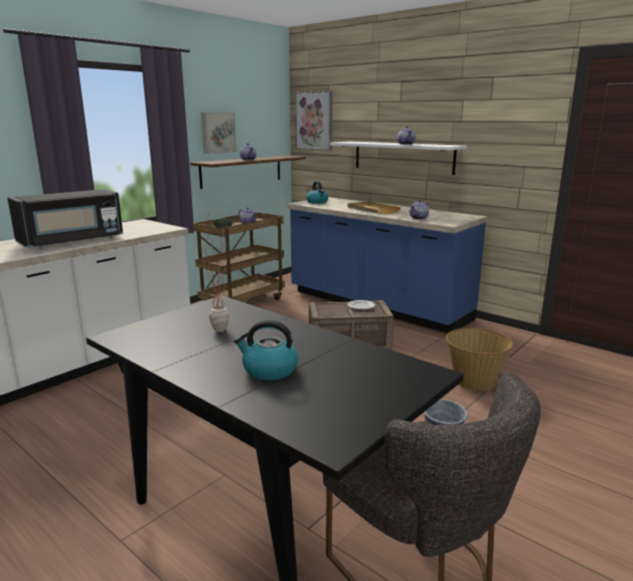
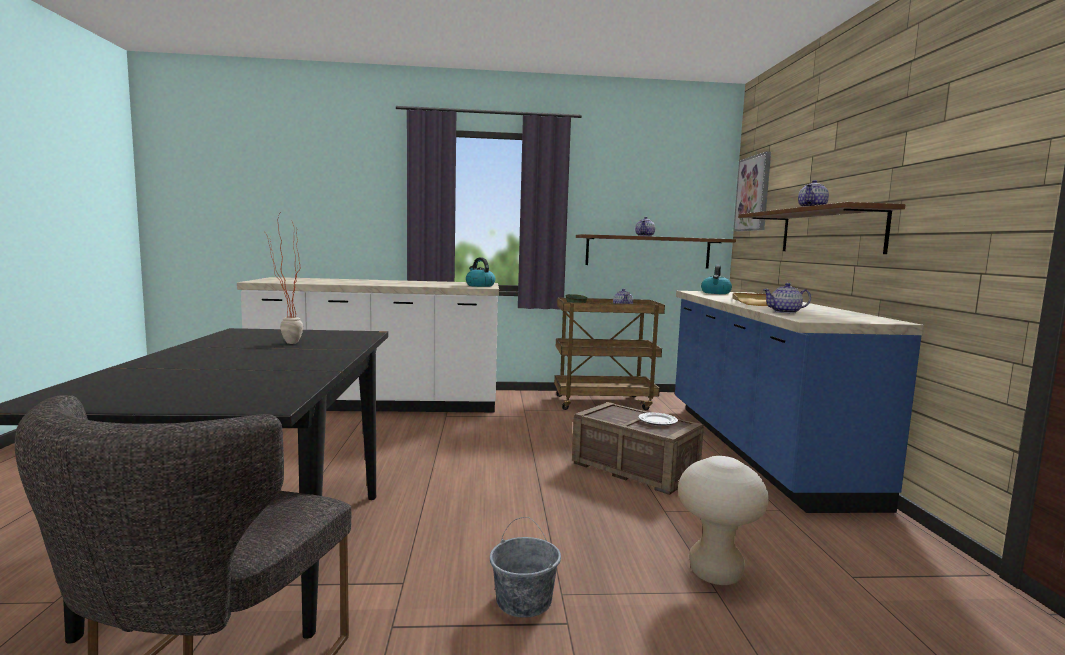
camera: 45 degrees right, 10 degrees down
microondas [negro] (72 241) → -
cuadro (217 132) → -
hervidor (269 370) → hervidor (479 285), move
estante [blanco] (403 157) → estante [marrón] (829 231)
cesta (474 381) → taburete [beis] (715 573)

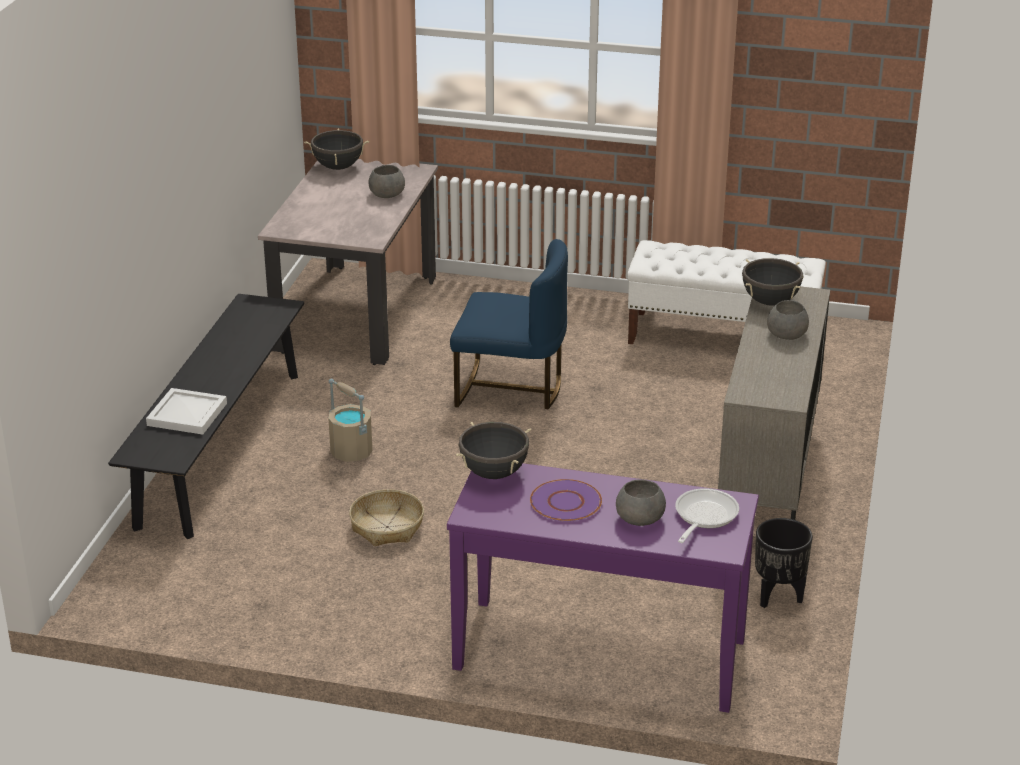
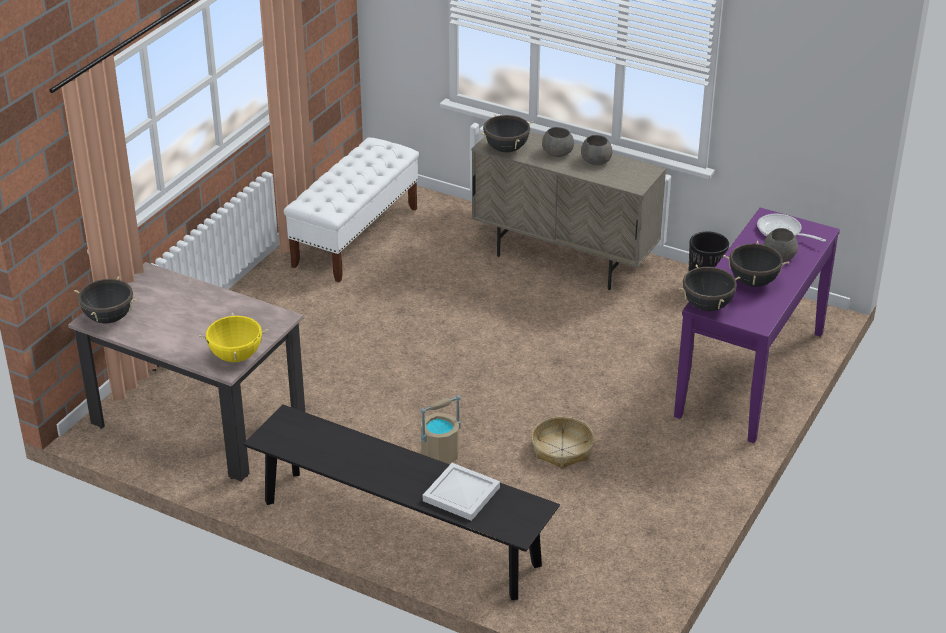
camera: 75 degrees left, 5 degrees up
cuenco [gris] (386 194) → cuenco [gris] (596 161), move
silla [azul] (510 388) → -
plato [morado] (566 502) → olla [negro] (753 282)
- → olla [amarillo] (236 356)

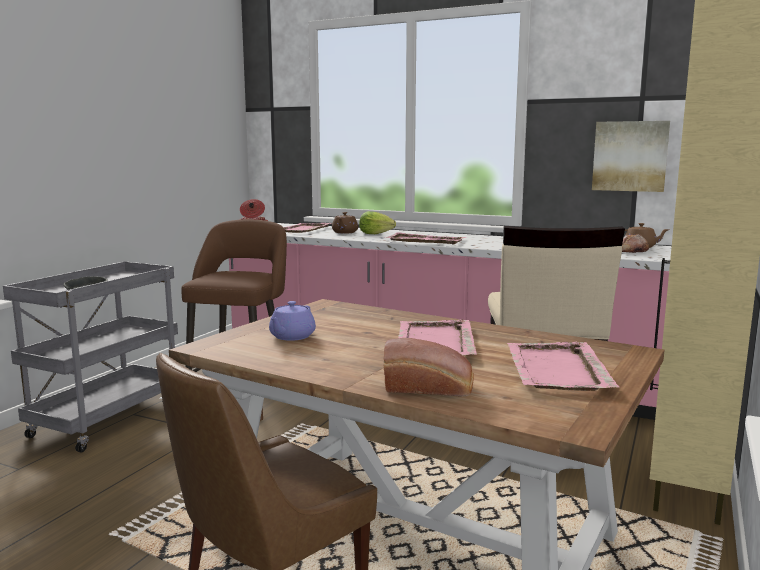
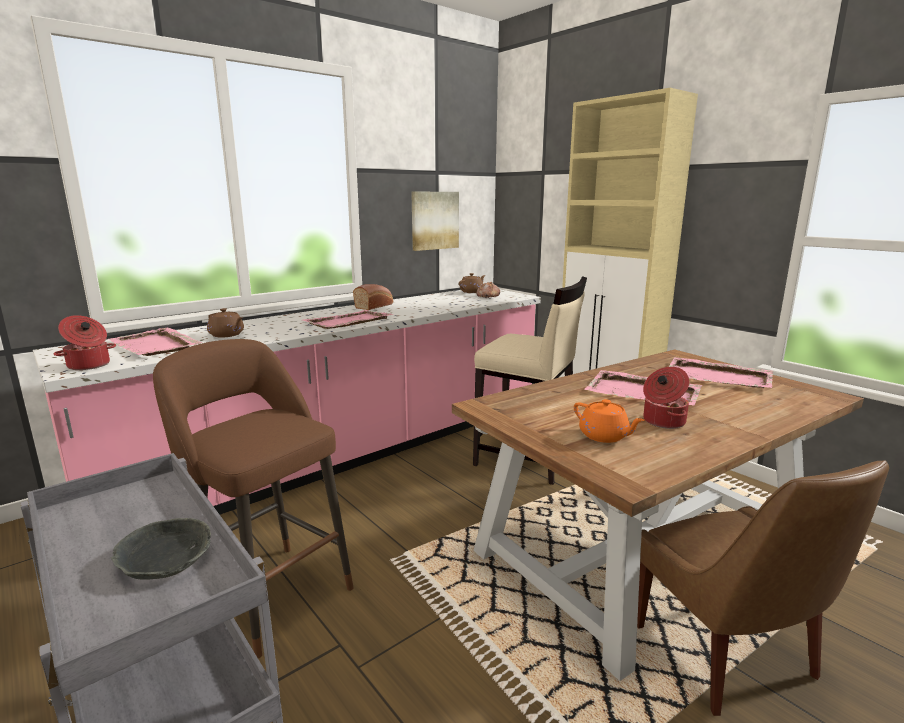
camera: 65 degrees left, 5 degrees up
tetera [morado] (291 337) → tetera [naranja] (604 436)
lechuga (375 234) → -
pan (430 388) → pan (375 306), move
- → olla (662 421)

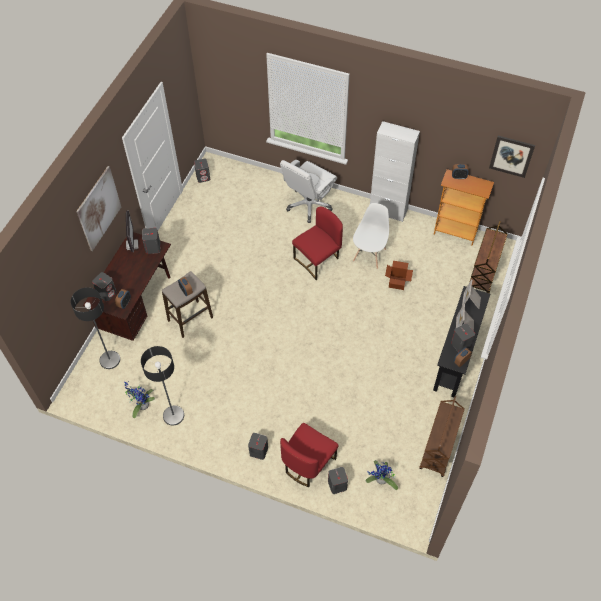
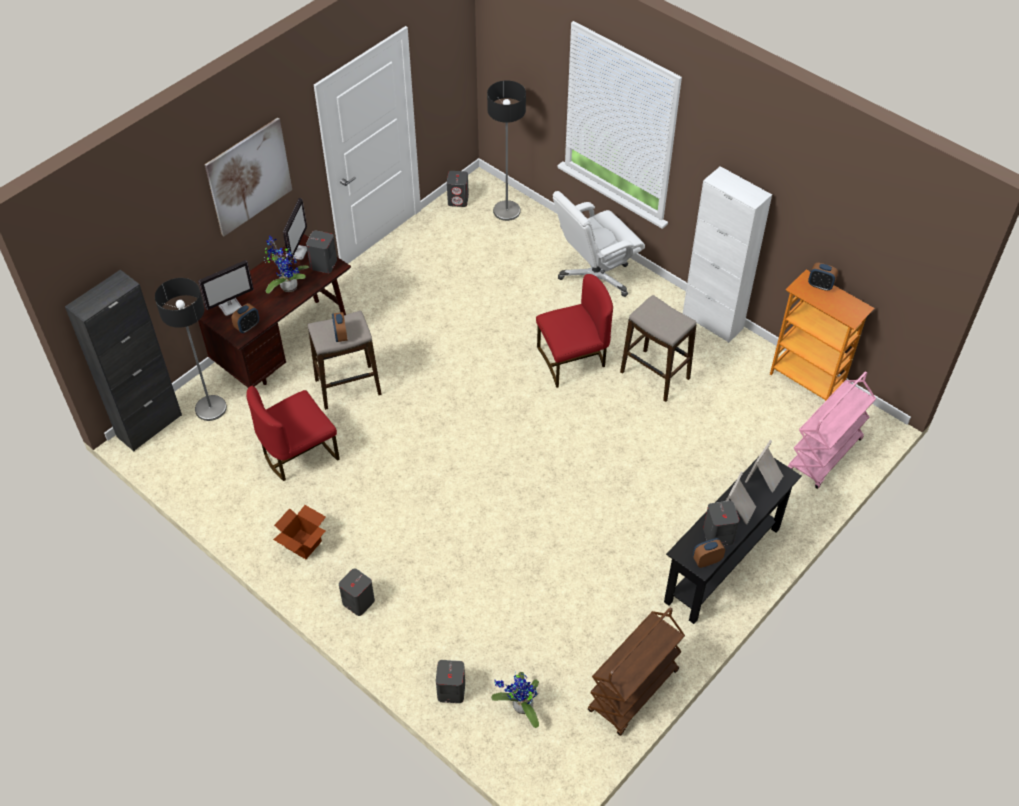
camera: 20 degrees right, 5 degrees down
altavoz [gris] (107 293) → monitor (230 306)
planta en maceta (141 405) → planta en maceta (287 286), move
lámpara de pie (173 415) → lámpara de pie (506 211), move
silla [rojo] (308 464) → silla [rojo] (299 454), move
silla [blanco] (369 255) → taburete (655 375)
caja de cartón (397 283) → caja de cartón (303 544), move
carrito [marrón] (483 274) → carrito [rosa] (825 455)
cuadro (511 156) → -
- → armario [negro] (149 426)

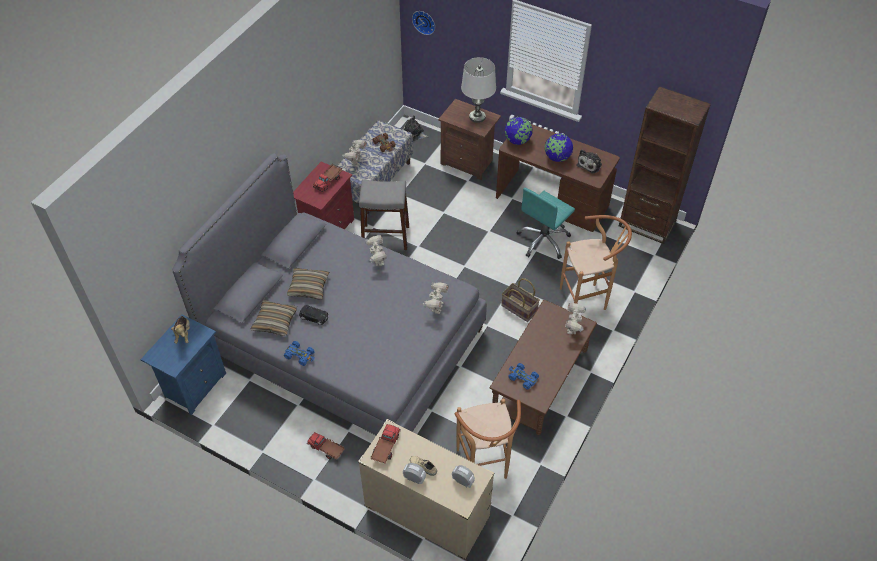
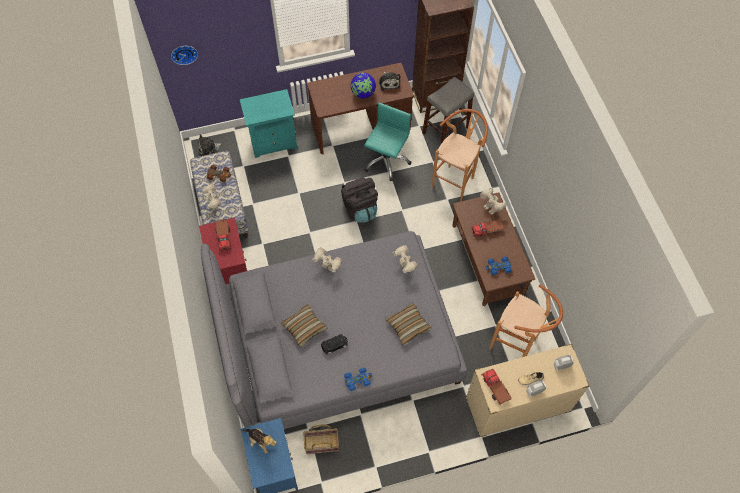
camera: 45 degrees left, 10 degrees up
cojín (275 322) → cojín (408 326), move
camión de juguete (326 449) → camión de juguete (487 230), move
taburete [gris] (385 237) → taburete [gris] (445 130), move
mesita de noche [marrón] (468 162) → mesita de noche [turquesa] (273 141)
lámpara de mesa [blanco] (477 117) → -
cesta (518 309) → cesta (322 444), move
globo terráqueo (517 141) → -
silla de oficina [turquesa] (543 241) → silla de oficina [turquesa] (386 161), 150 degrees counterclockwise
- → mochila [negro] (360 208)

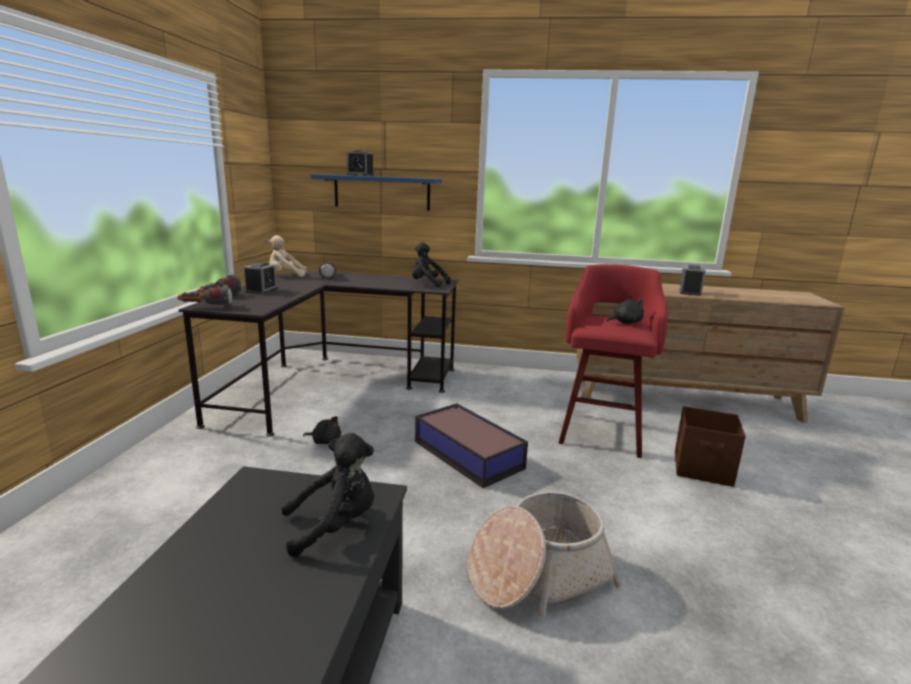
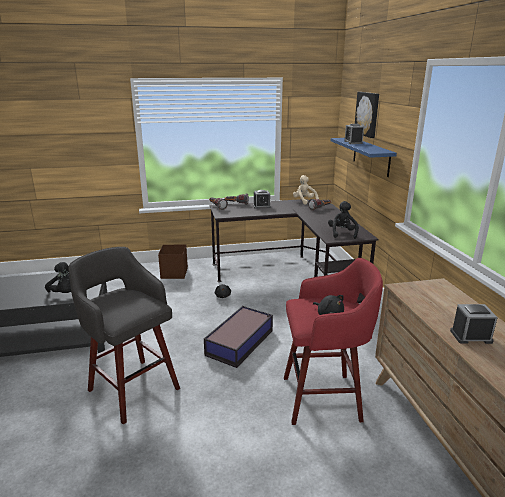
camera: 70 degrees right, 5 degrees up
cesta (537 574) → taburete [gris] (132 387)
caja de almacenaje [marrón] (703 469) → caja de almacenaje [marrón] (174 273), move
- → cuadro (367 114)

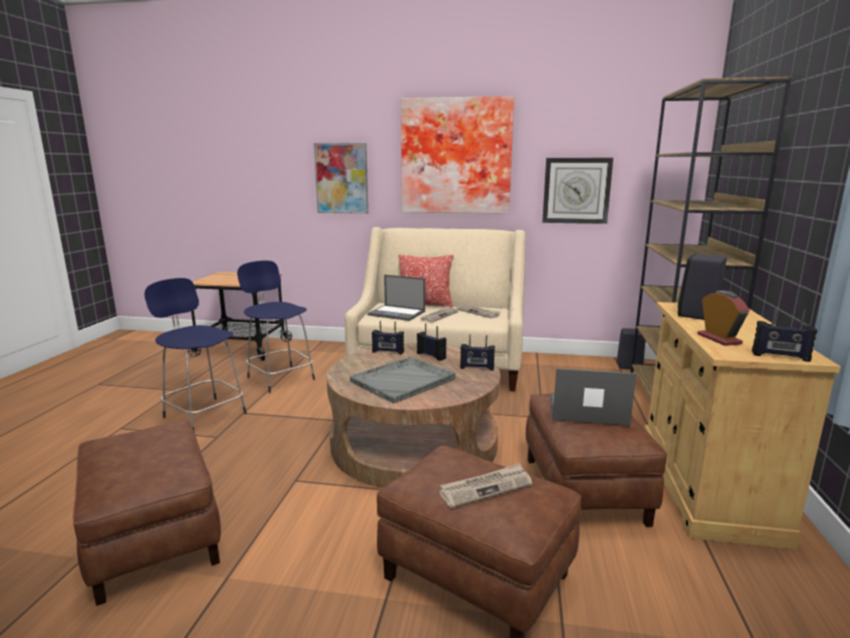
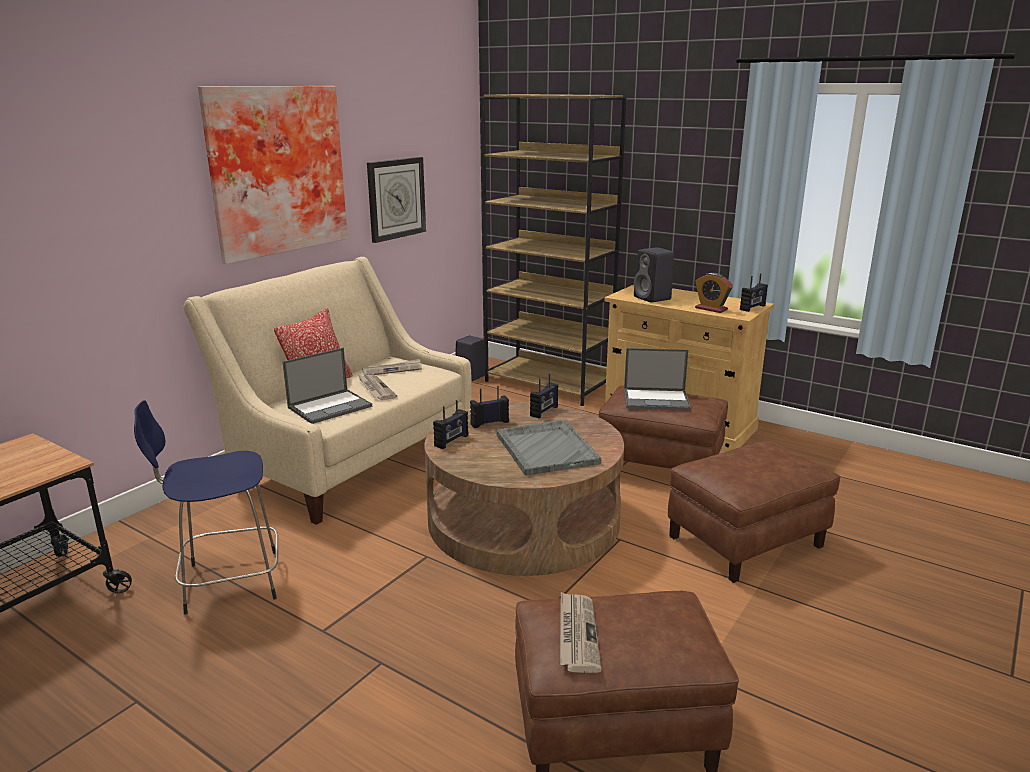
camera: 65 degrees left, 5 degrees up
taburete [azul] (203 414) → -
cuadro (341 178) → -
periódico (486 488) → periódico (577 634), move
portátil (586 410) → portátil (657 400), 120 degrees counterclockwise
despertador (719 339) → despertador (711 309), 150 degrees counterclockwise

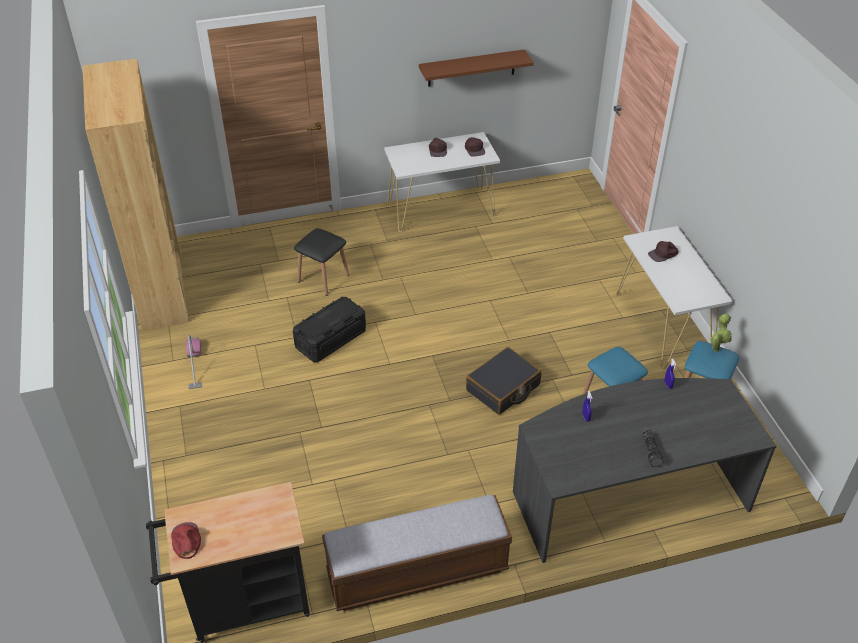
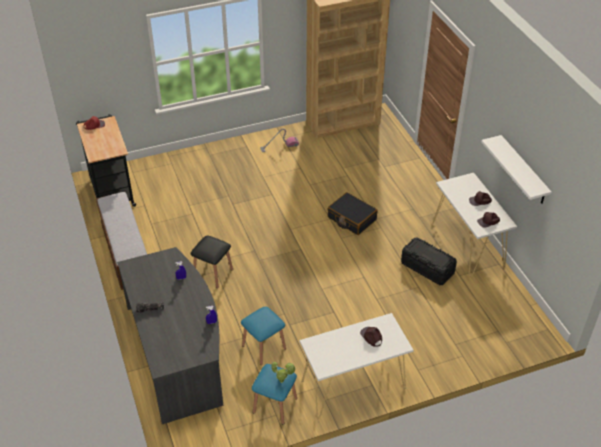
camera: 85 degrees right, 0 degrees up
caja de almacenaje [negro] (330 339) → caja de almacenaje [negro] (427 268), move
taburete [negro] (323 278) → taburete [negro] (213 273), move
estante [marrón] (471 68) → estante [blanco] (523 170)
maleta [negro] (503 388) → maleta [negro] (351 219), move

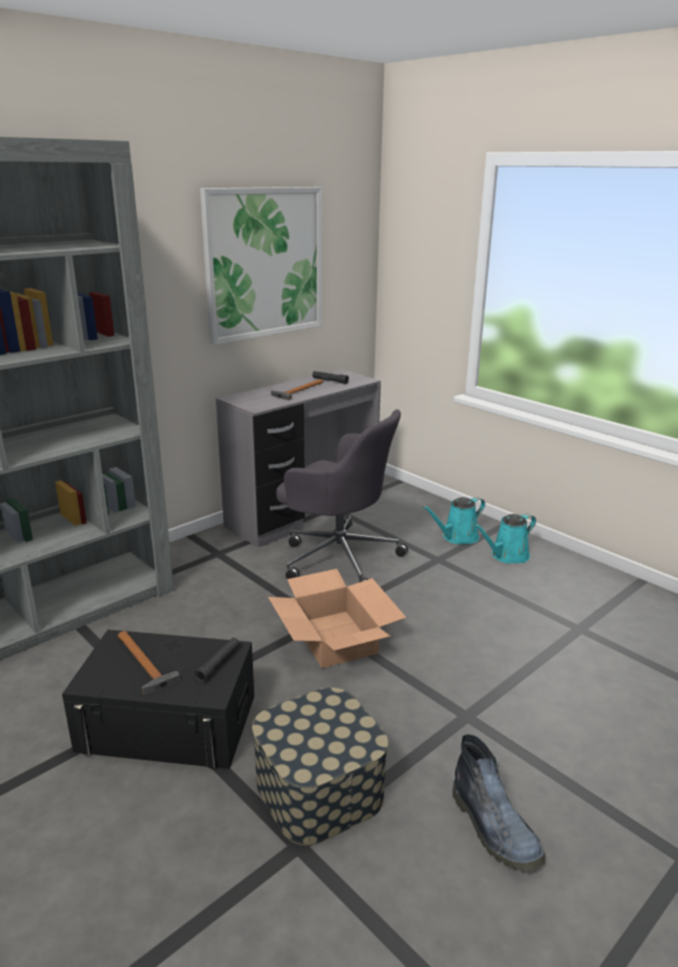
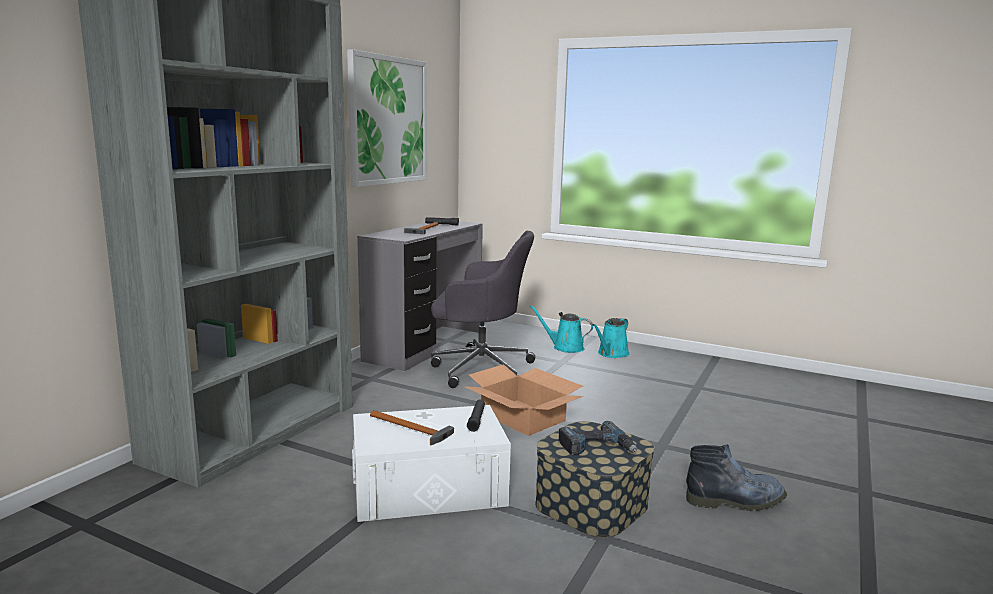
camera: 20 degrees left, 10 degrees down
caja de almacenaje [negro] (168 723) → caja de almacenaje [blanco] (428 488)
regadera [turquesa] (457 537) → regadera [turquesa] (565 347), 75 degrees clockwise
bota (495 829) → bota (736 500), 45 degrees counterclockwise
- → taladro (597 447)

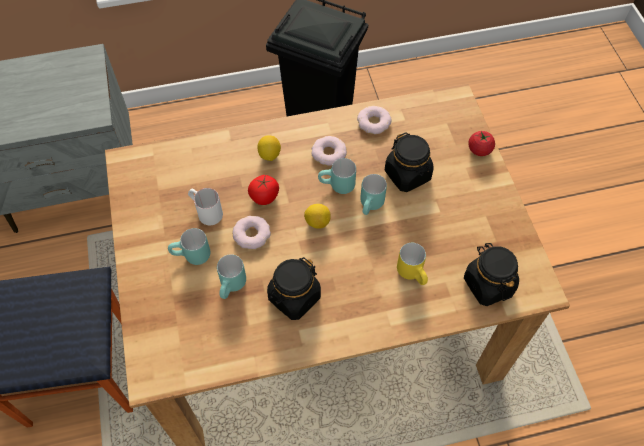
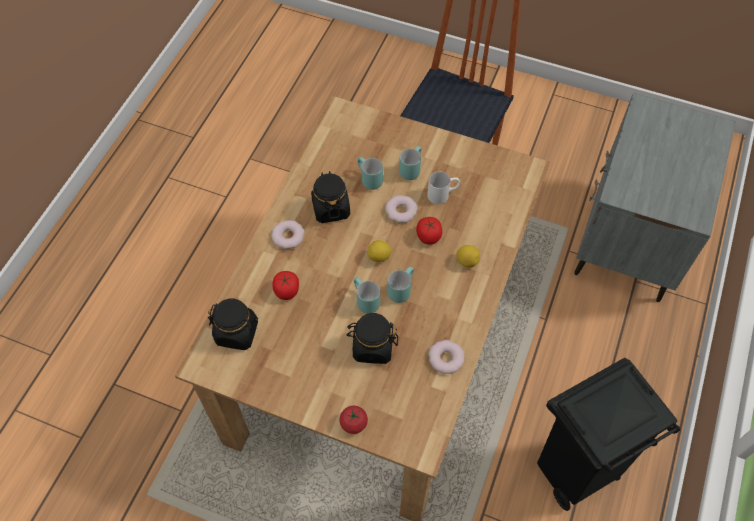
camera: 125 degrees right, 0 degrees up
rosquilla (328 153) → rosquilla (288 236), move
taza grande [amarillo] (414 273) → tomate (287 291)

